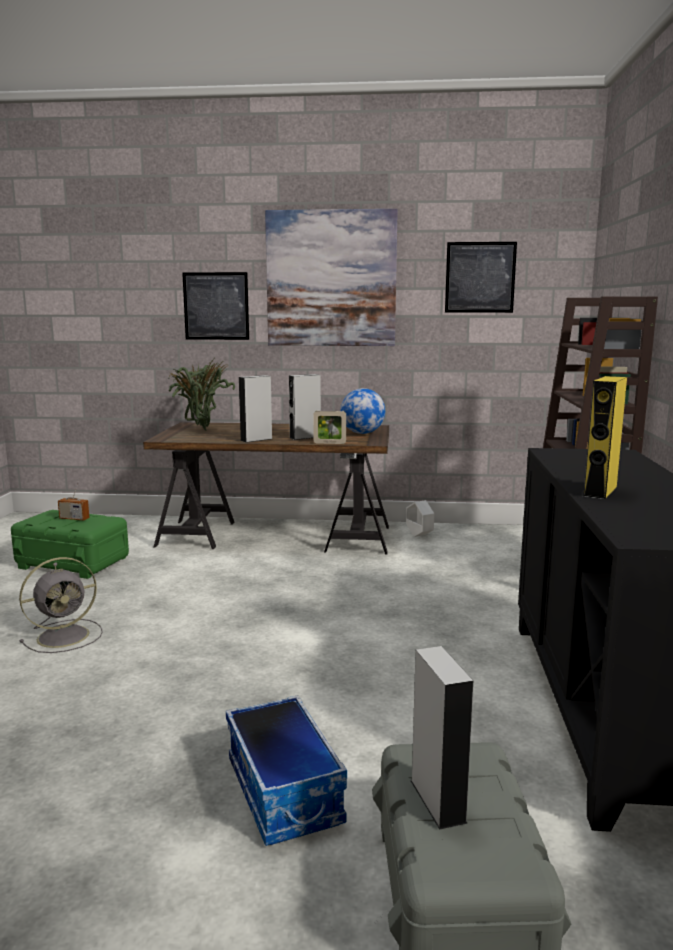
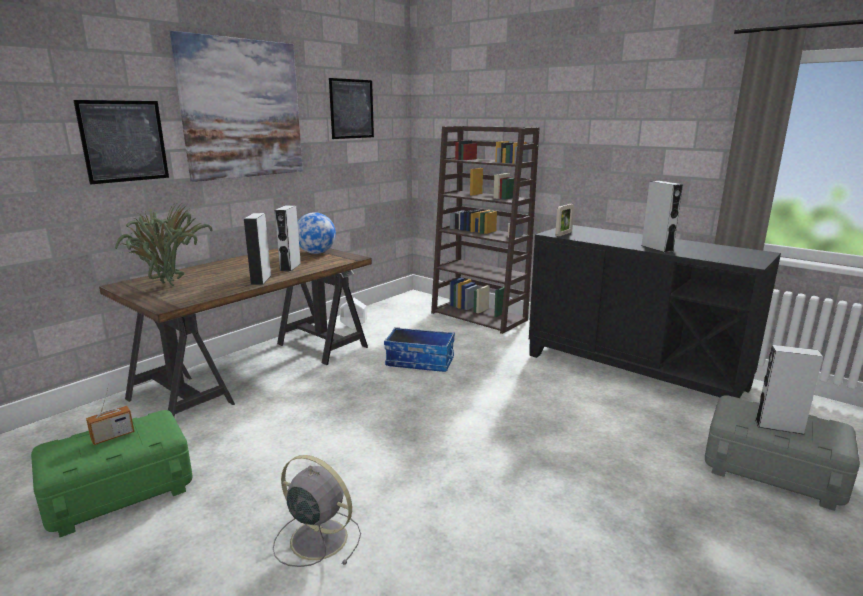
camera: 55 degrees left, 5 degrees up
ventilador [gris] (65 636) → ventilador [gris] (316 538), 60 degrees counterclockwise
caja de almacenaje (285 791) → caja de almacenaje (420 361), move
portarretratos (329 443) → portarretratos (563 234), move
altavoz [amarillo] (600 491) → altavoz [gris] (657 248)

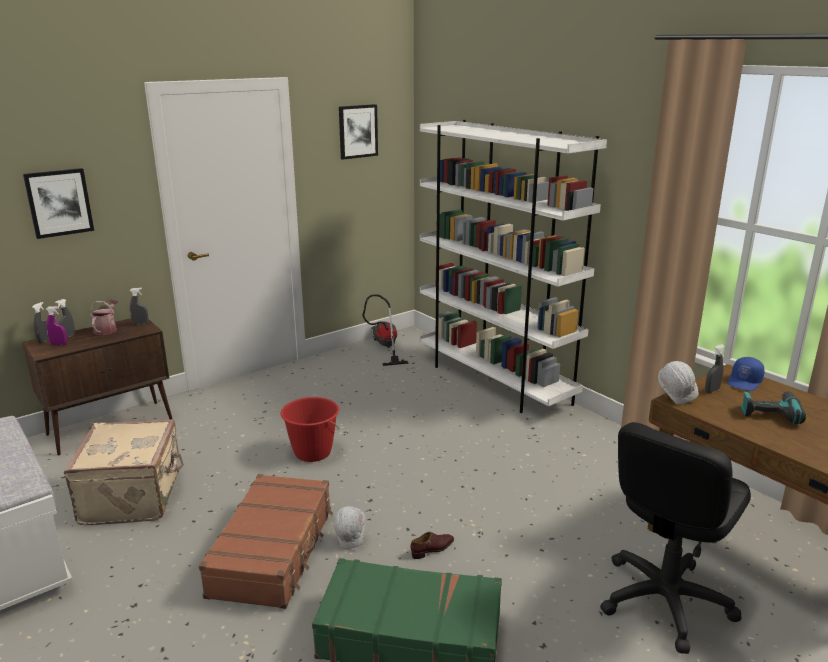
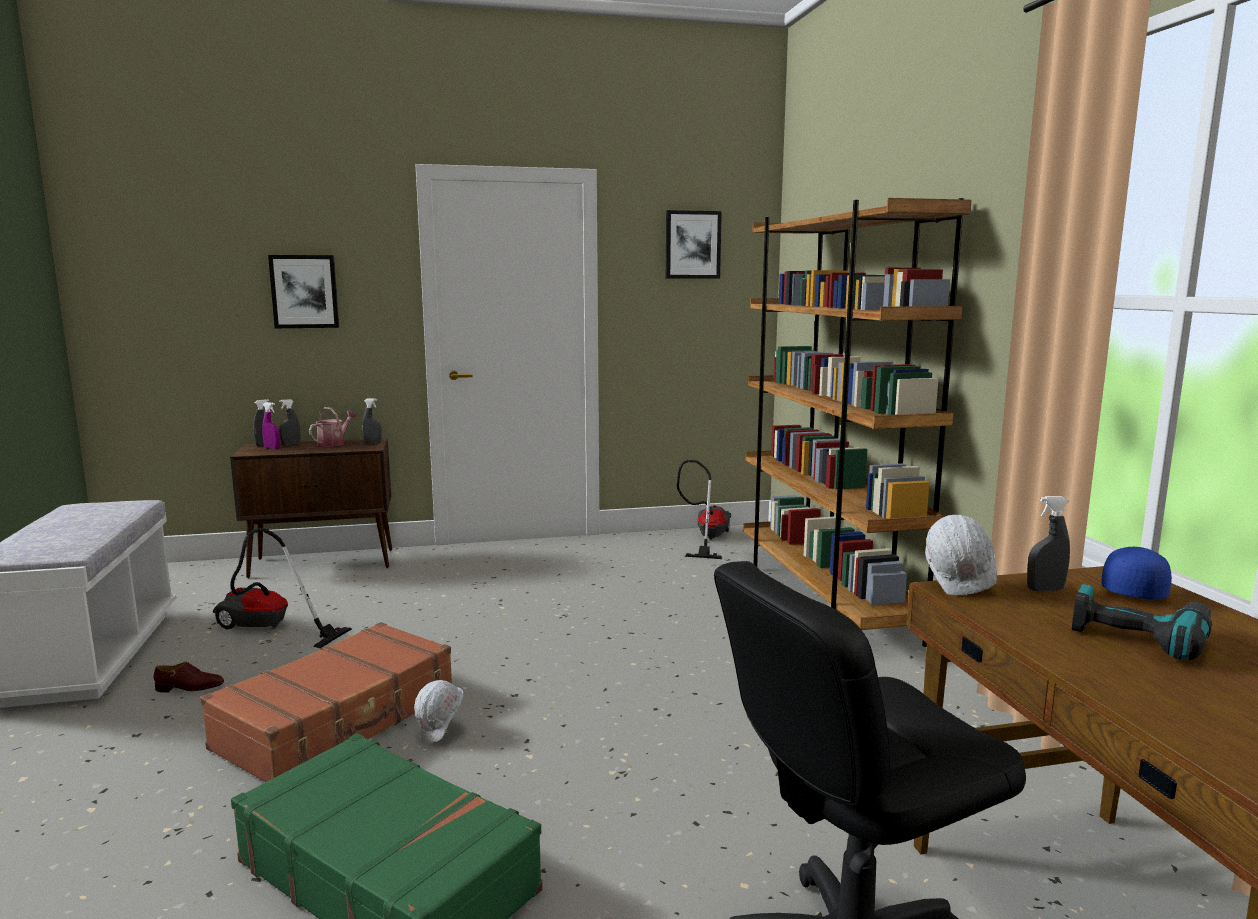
camera: 25 degrees right, 10 degrees down
maleta [beis] (134 496) → aspiradora (267 629)
cubo [rojo] (312 452) → -
zapato [marrón] (433 549) → zapato [marrón] (189 688), move
estantería [blanco] (494 381) → estantería [marrón] (824 597)
gorra [azul] (745 382) → gorra [azul] (1133 590), 150 degrees clockwise

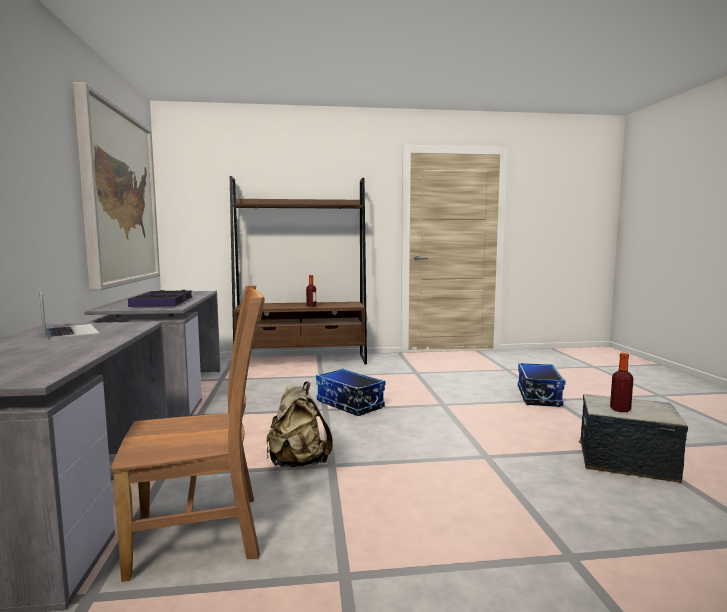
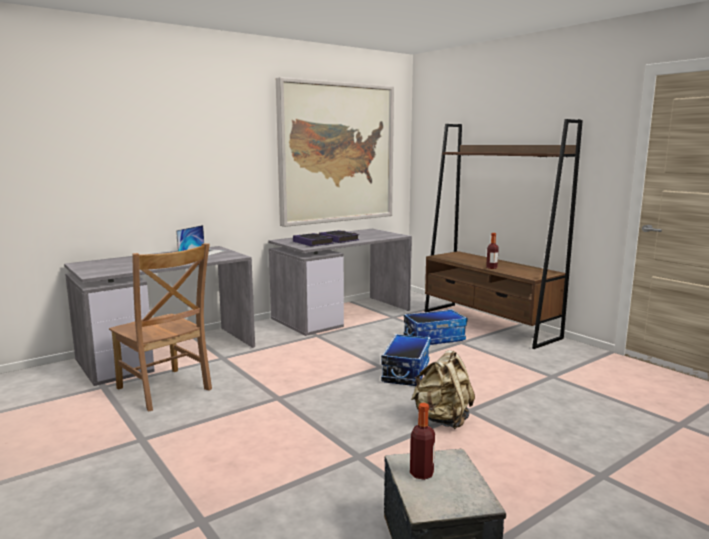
camera: 60 degrees right, 5 degrees up
mochila [beis] (297 463) → mochila [beis] (443 419), move
caja de almacenaje (538 396) → caja de almacenaje (434 338), move

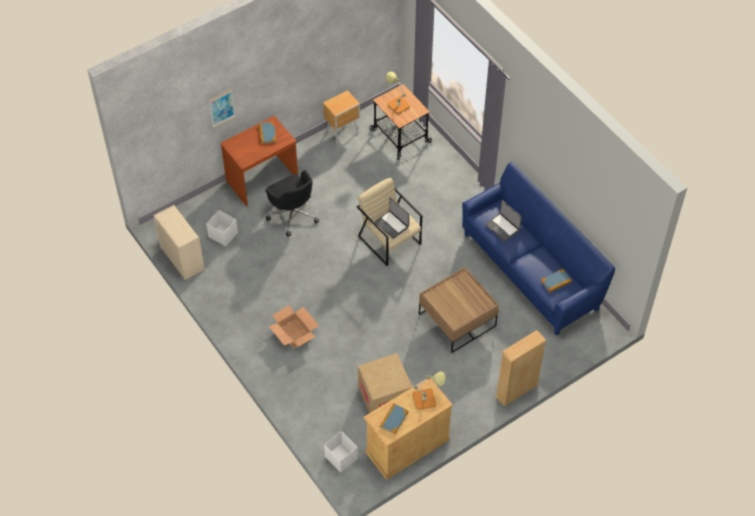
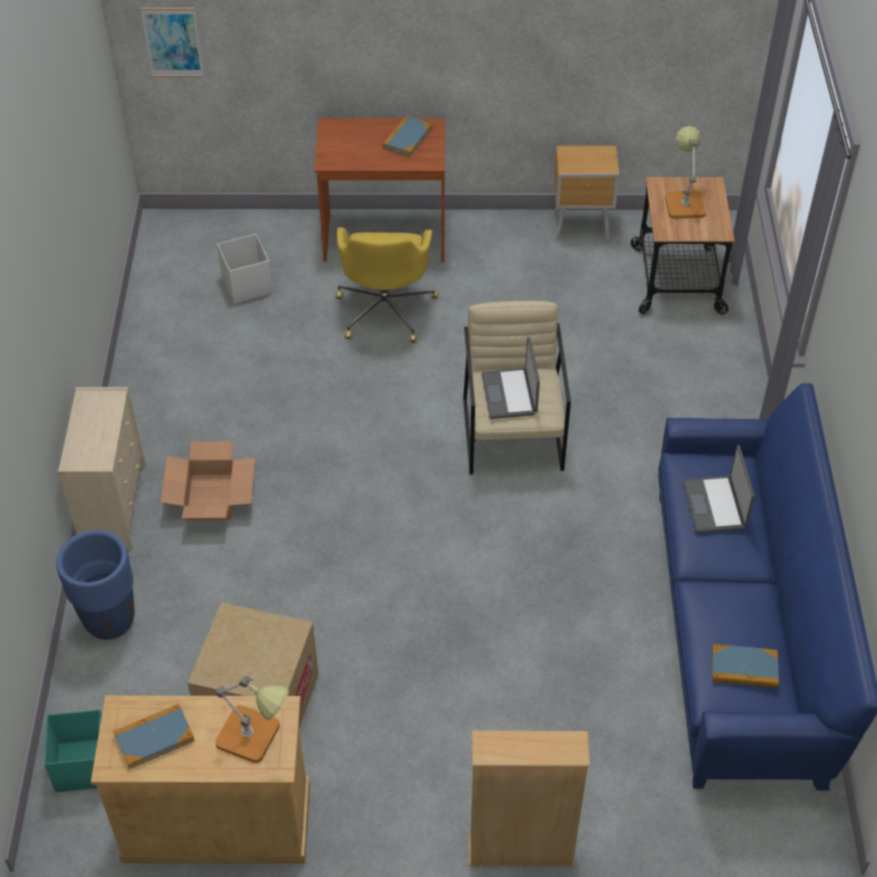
camera: 35 degrees right, 5 degrees down
cómoda [beis] (182 258) → cómoda [beis] (114 504), move
cuadro (222 108) → cuadro (173 42), move
silla de oficina [negro] (292 214) → silla de oficina [amarillo] (385 309)
caja de almacenaje [blanco] (341 457) → caja de almacenaje [turquesa] (83 764)
mesa de centro [marrón] (457 320) → -
- → maceta [azul] (110 620)

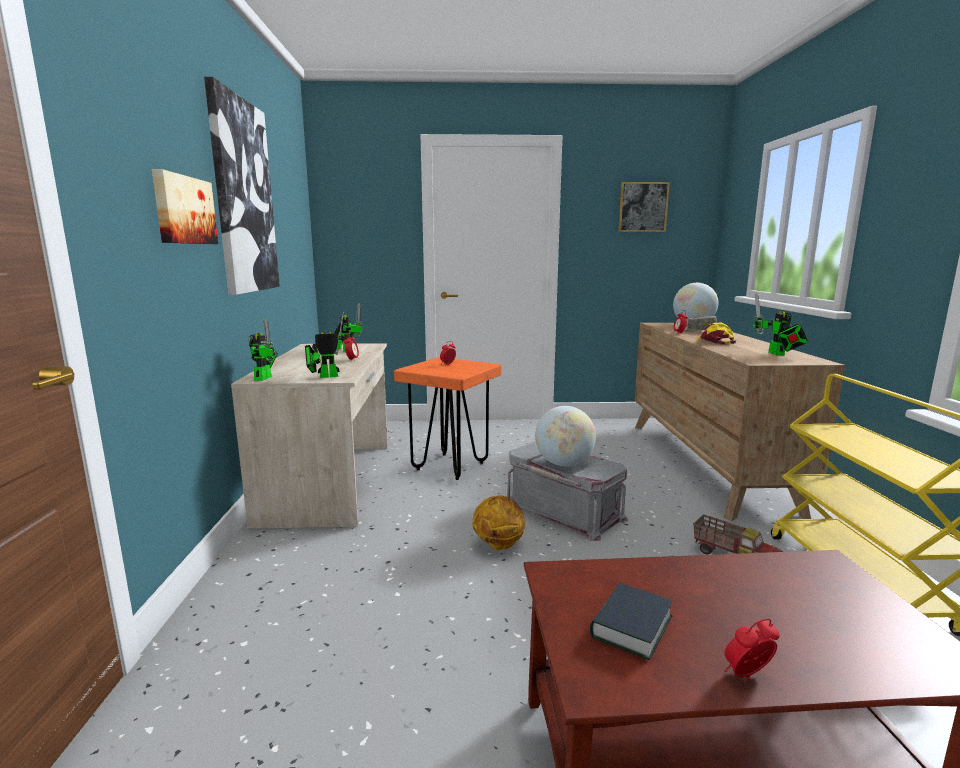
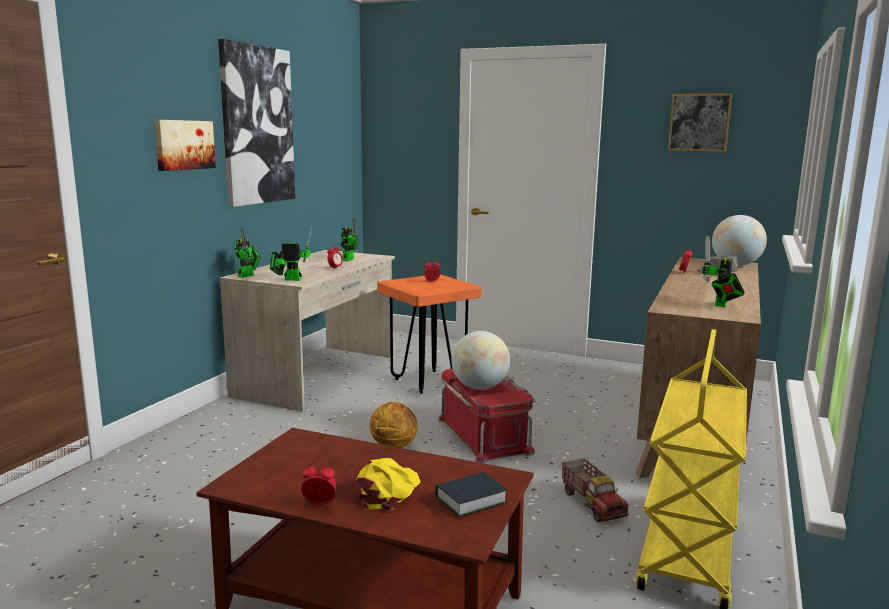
camera: 25 degrees right, 0 degrees up
caja de almacenaje [gris] (564 510) → caja de almacenaje [rojo] (485 434)
libro (631 627) → libro (470 500), move
gorra [amarillo] (714 341) → gorra [amarillo] (388 491), move

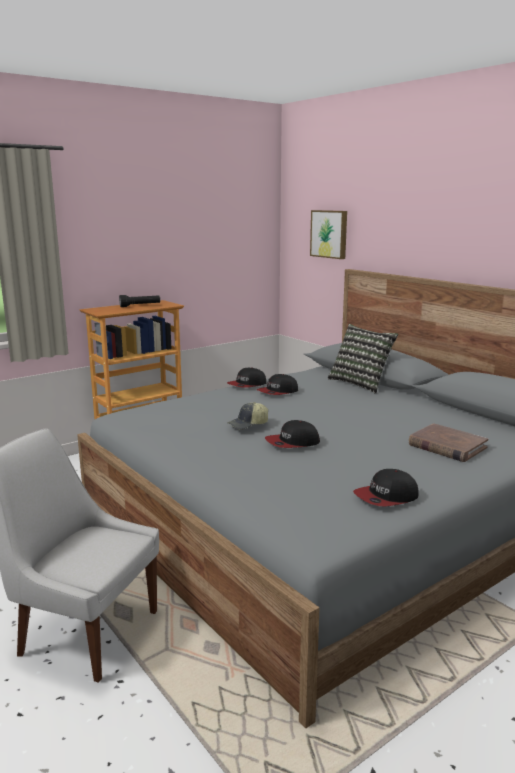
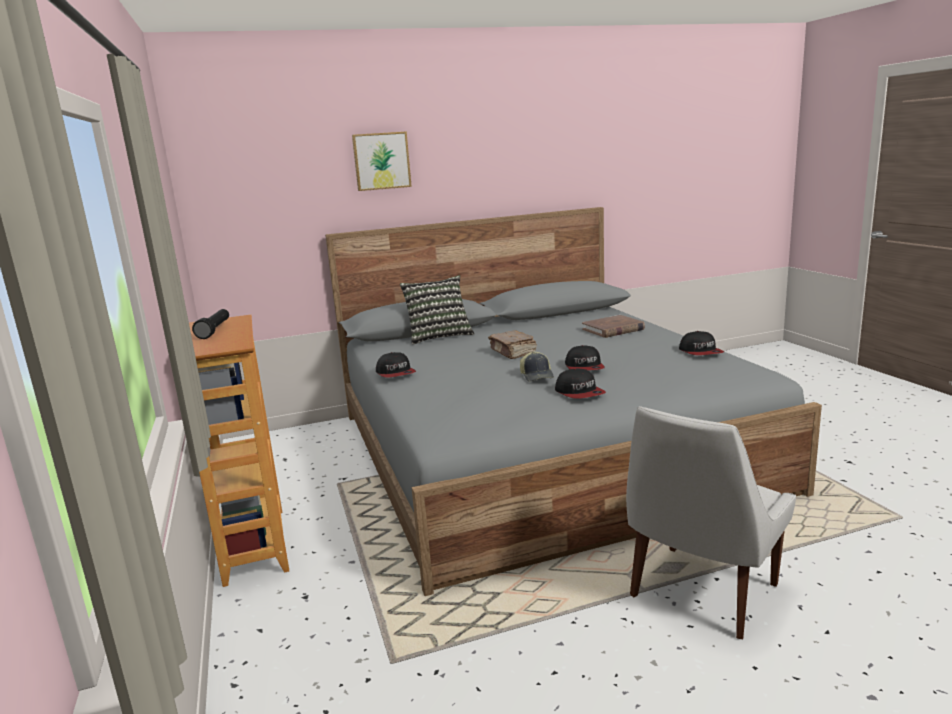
camera: 70 degrees left, 0 degrees up
gorra (278 392) → gorra (580 393), move
cuadro (329 234) → cuadro (381 161), move
- → libro [marrón] (512 352)

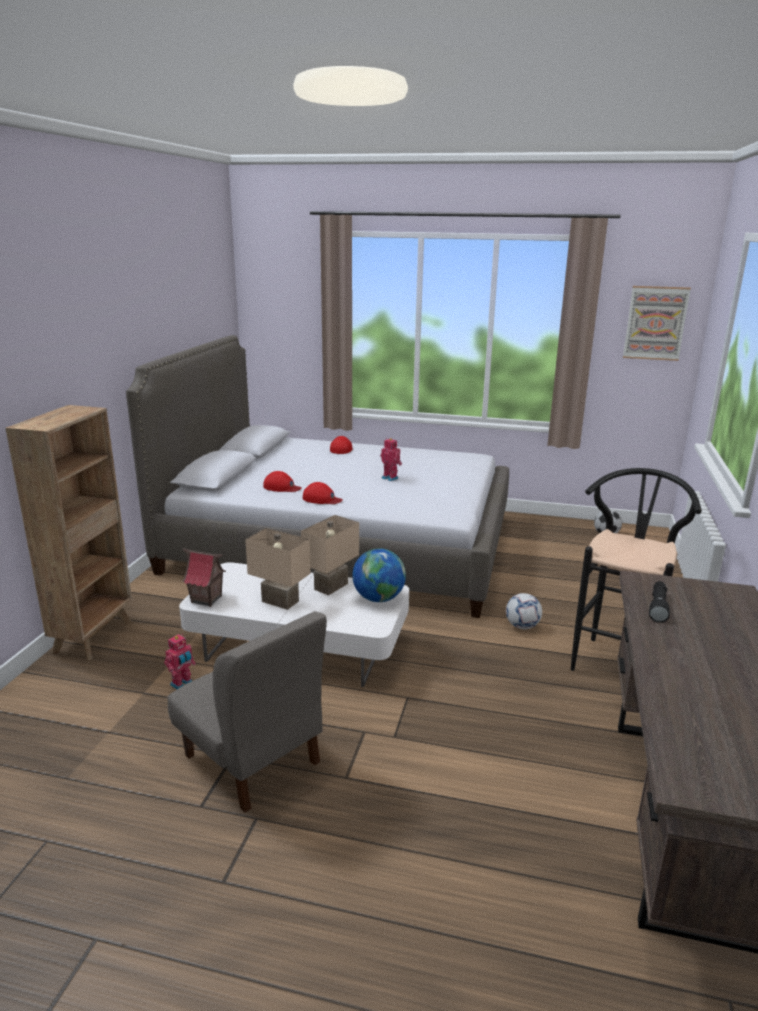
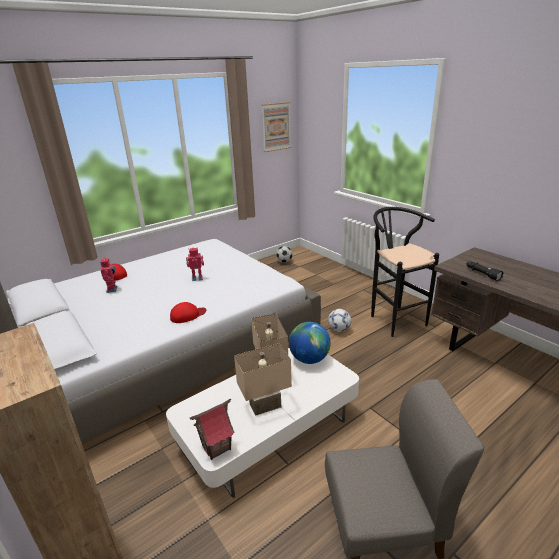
camera: 50 degrees left, 5 degrees up
robot de juguete (182 684) → robot de juguete (112 289), move
gorra [rojo] (282 487) → -

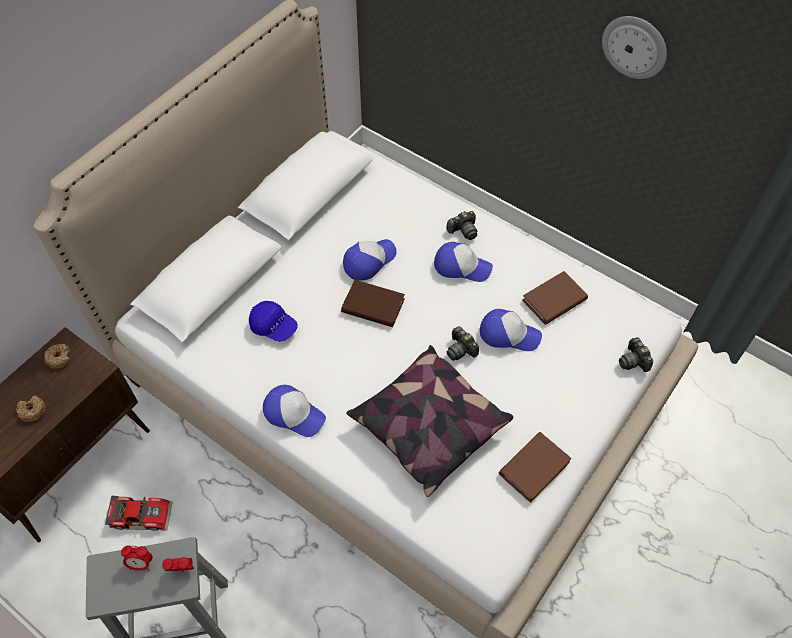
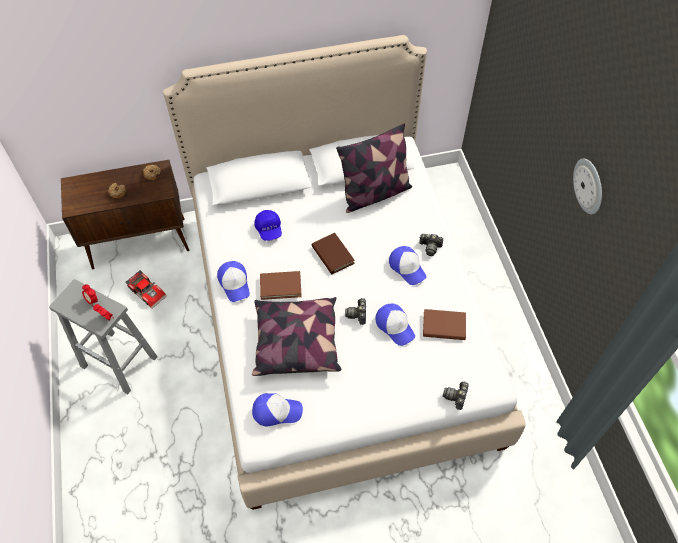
camera: 40 degrees right, 0 degrees up
gorra (369 261) → gorra (276 411), move
libro [marrón] (534 468) → libro [marrón] (280 286), move
- → cojín (374 193)

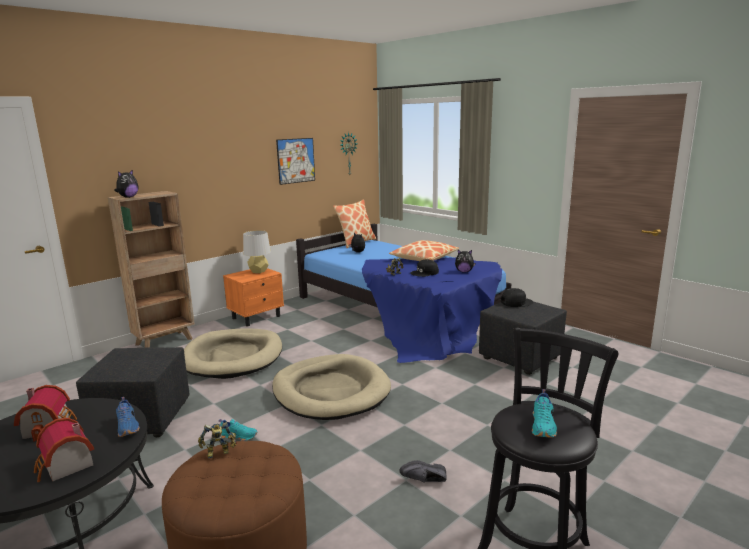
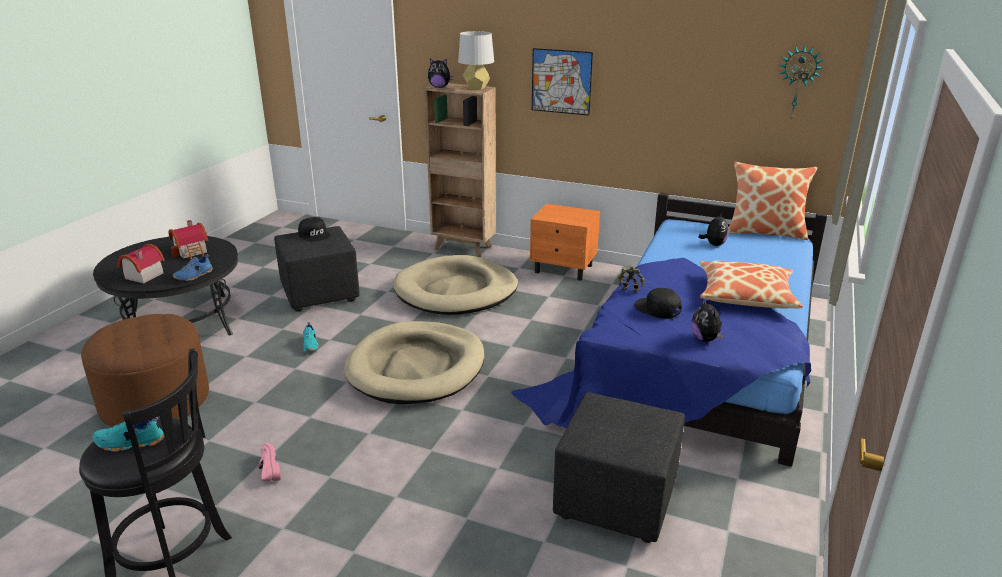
camera: 65 degrees right, 10 degrees up
robot de juguete (219 453) → -
lámpara de mesa [gris] (258 271) → lámpara de mesa [gris] (476 88), move
cuadro (296 160) → cuadro (561 81), move
zapato [negro] (424 481) → zapato [rosa] (267 470)
gorra [negro] (516 302) → gorra [negro] (315 234), move

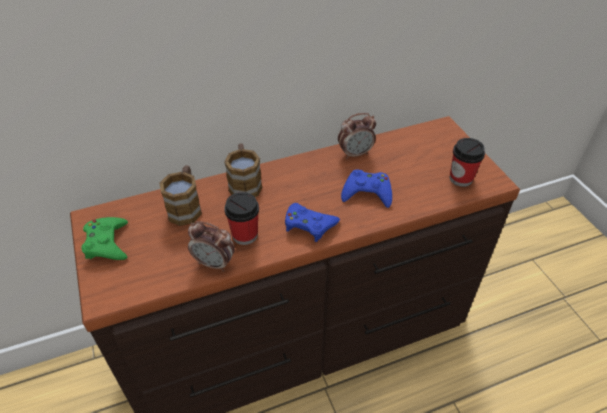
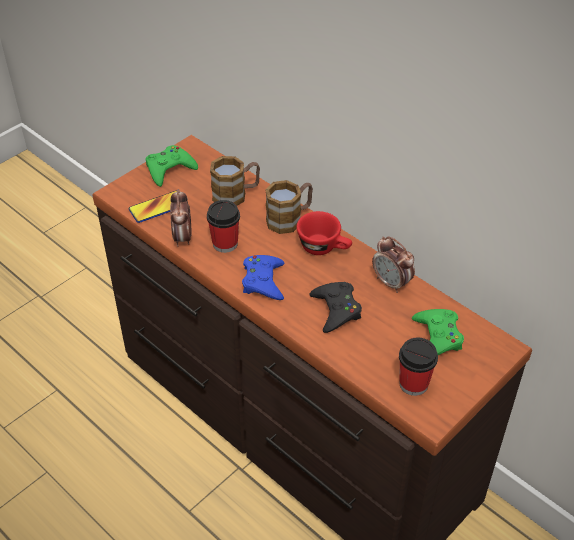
camera: 65 degrees right, 0 degrees up
mando de consola [azul] (367 192) → mando de consola [negro] (336 310)
- → móvil (158 207)
- → taza [rojo] (324 248)
- → mando de consola [verde] (437 337)

